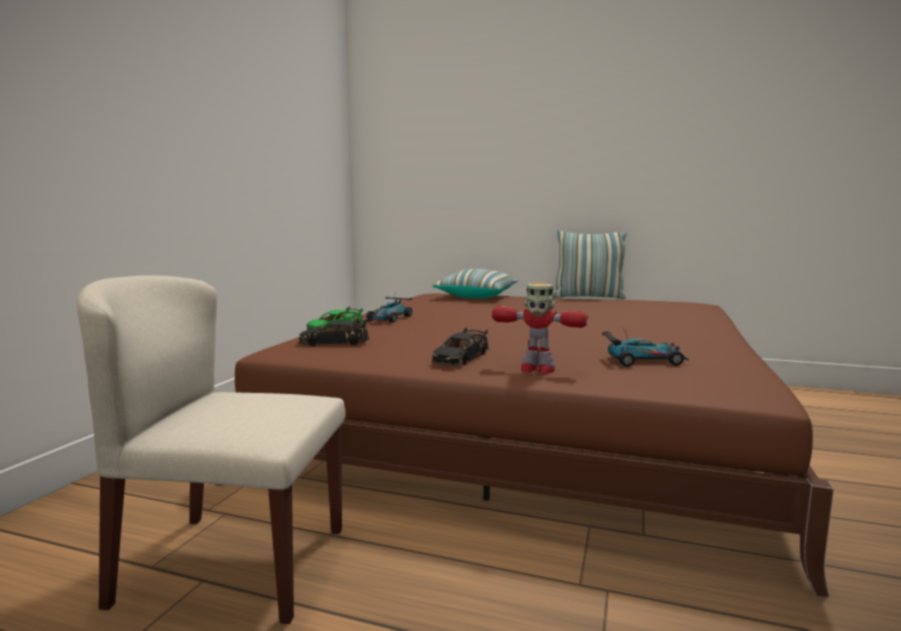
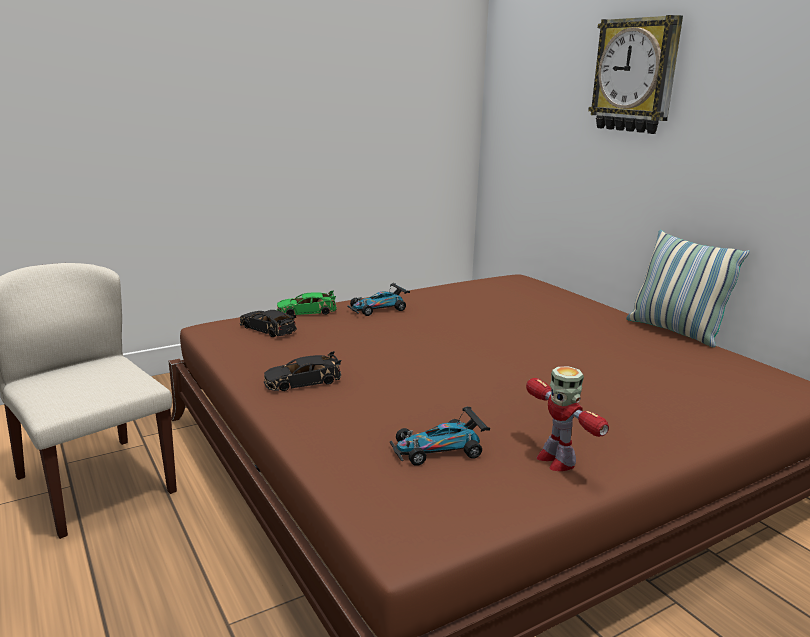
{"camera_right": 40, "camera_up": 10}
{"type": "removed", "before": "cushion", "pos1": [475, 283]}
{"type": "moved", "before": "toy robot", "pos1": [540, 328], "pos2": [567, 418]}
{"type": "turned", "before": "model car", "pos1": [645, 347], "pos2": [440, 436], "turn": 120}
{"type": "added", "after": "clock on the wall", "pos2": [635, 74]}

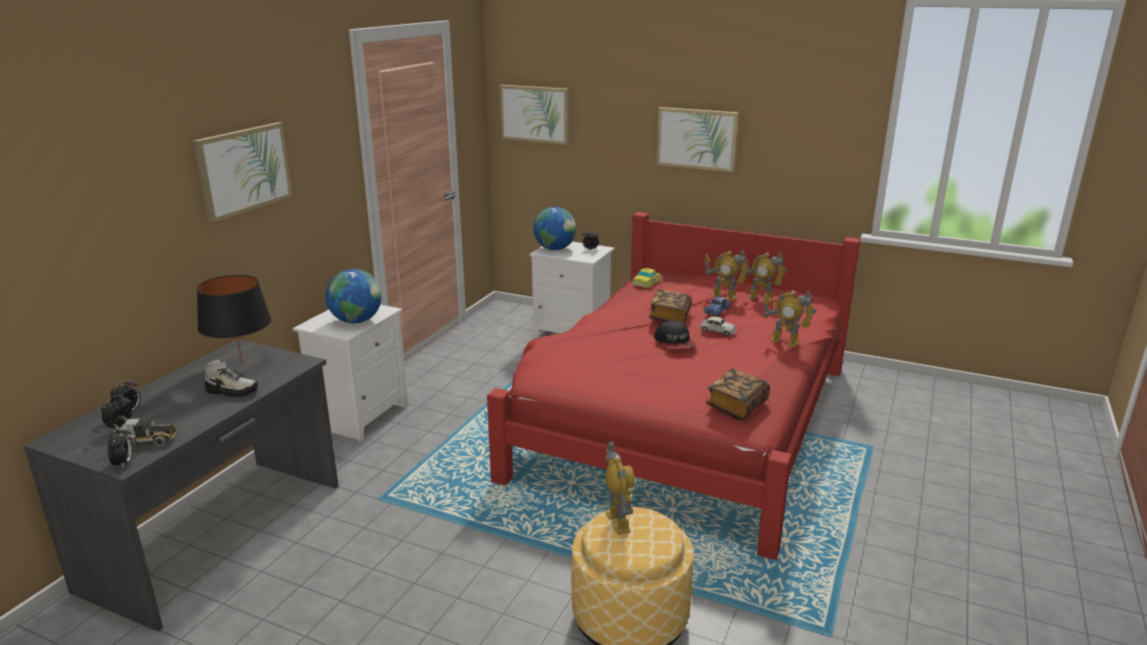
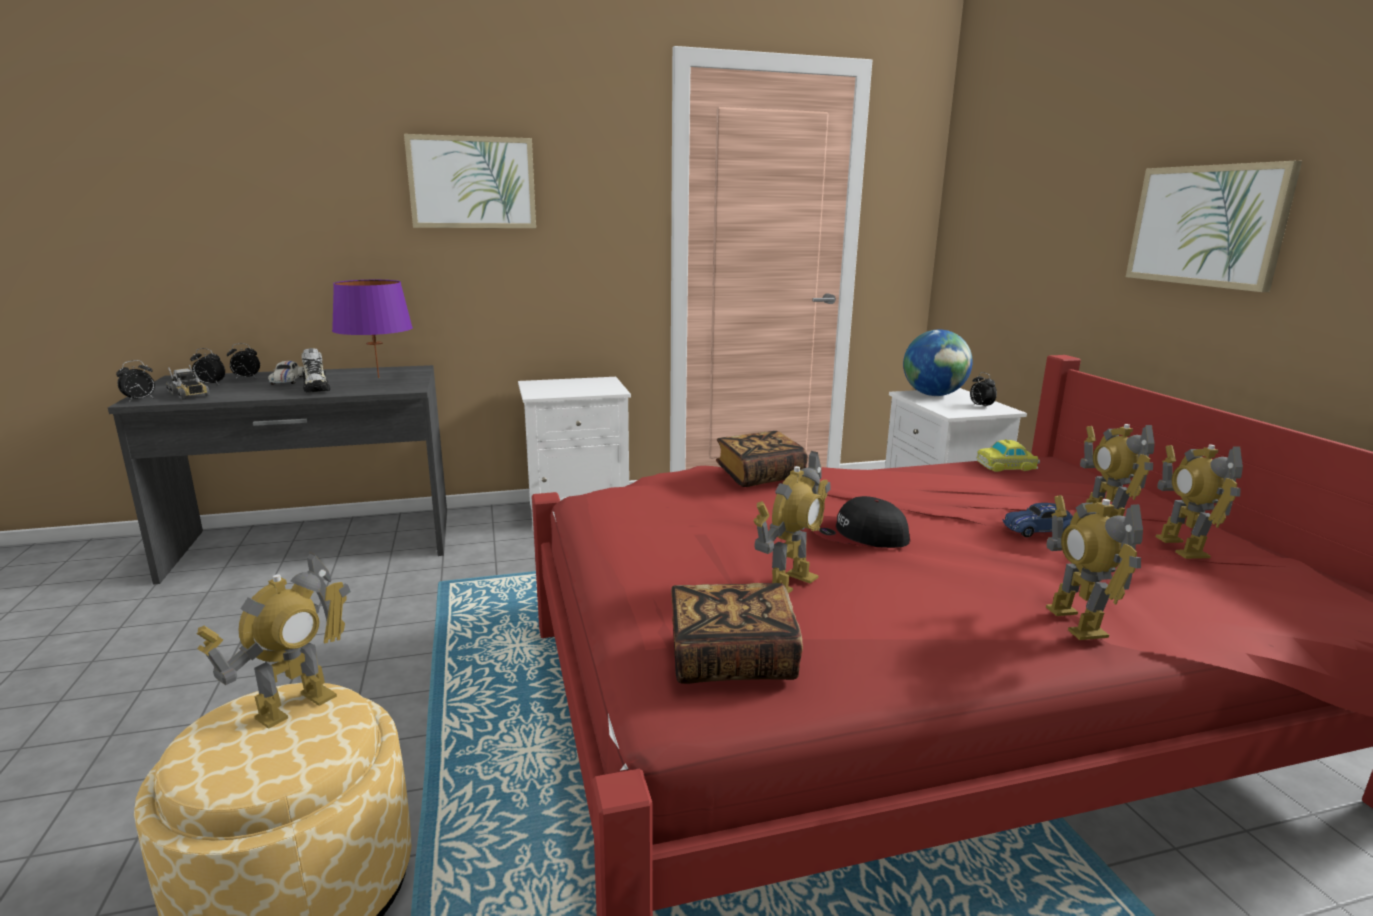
{"camera_right": 50, "camera_up": -5}
{"type": "recoloured", "before": "blackish table lamp", "after": "purplish table lamp", "pos1": [234, 320], "pos2": [372, 329]}
{"type": "removed", "before": "desk globe", "pos1": [354, 296]}
{"type": "removed", "before": "wall picture", "pos1": [534, 115]}
{"type": "moved", "before": "bound book", "pos1": [670, 307], "pos2": [762, 459]}
{"type": "turned", "before": "baseball cap", "pos1": [675, 335], "pos2": [861, 522], "turn": 60}
{"type": "moved", "before": "whitish model car", "pos1": [718, 326], "pos2": [286, 373]}
{"type": "added", "after": "toy robot", "pos2": [792, 522]}

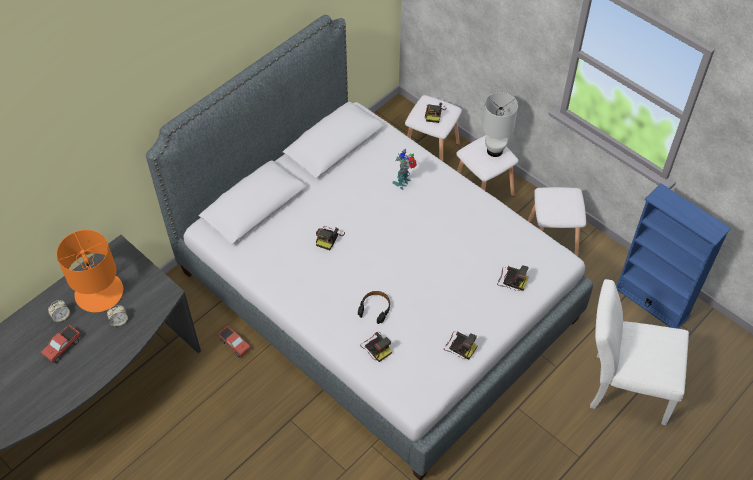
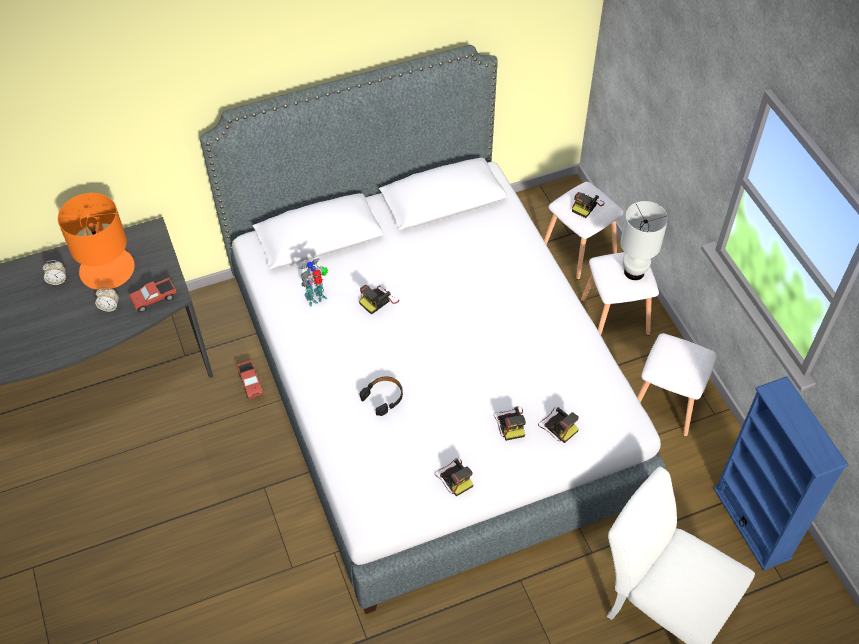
{"camera_right": 25, "camera_up": 0}
{"type": "moved", "before": "toy lorry", "pos1": [61, 344], "pos2": [153, 295]}
{"type": "moved", "before": "still camera", "pos1": [376, 347], "pos2": [510, 423]}
{"type": "moved", "before": "toy robot", "pos1": [405, 169], "pos2": [313, 282]}

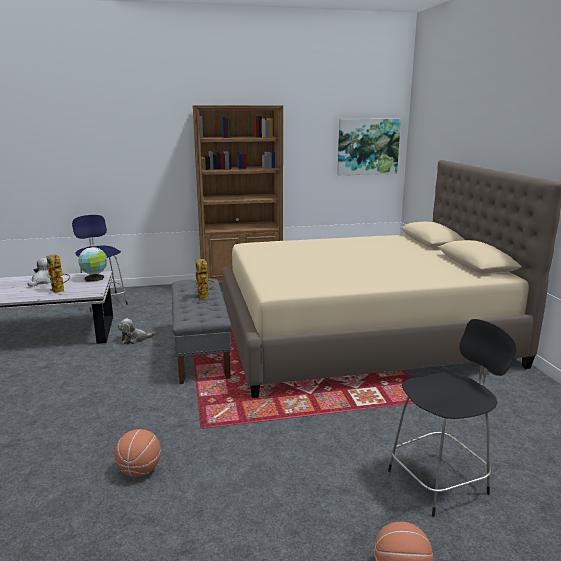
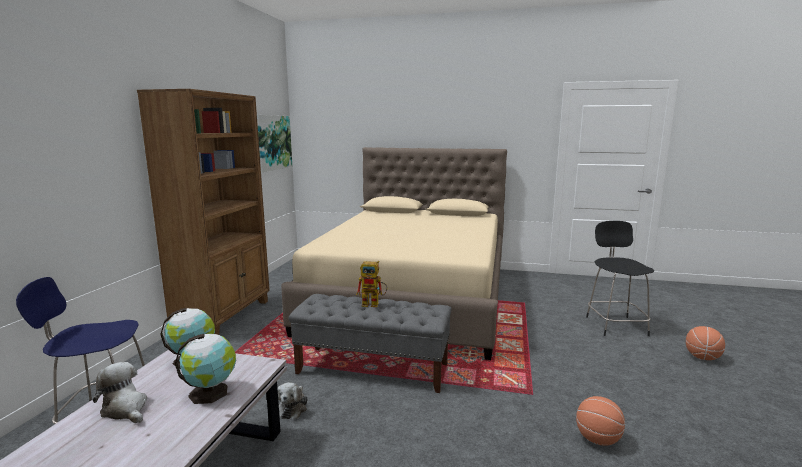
{"camera_right": -65, "camera_up": -5}
{"type": "replaced", "before": "toy robot", "after": "desk globe", "pos1": [58, 273], "pos2": [205, 369]}

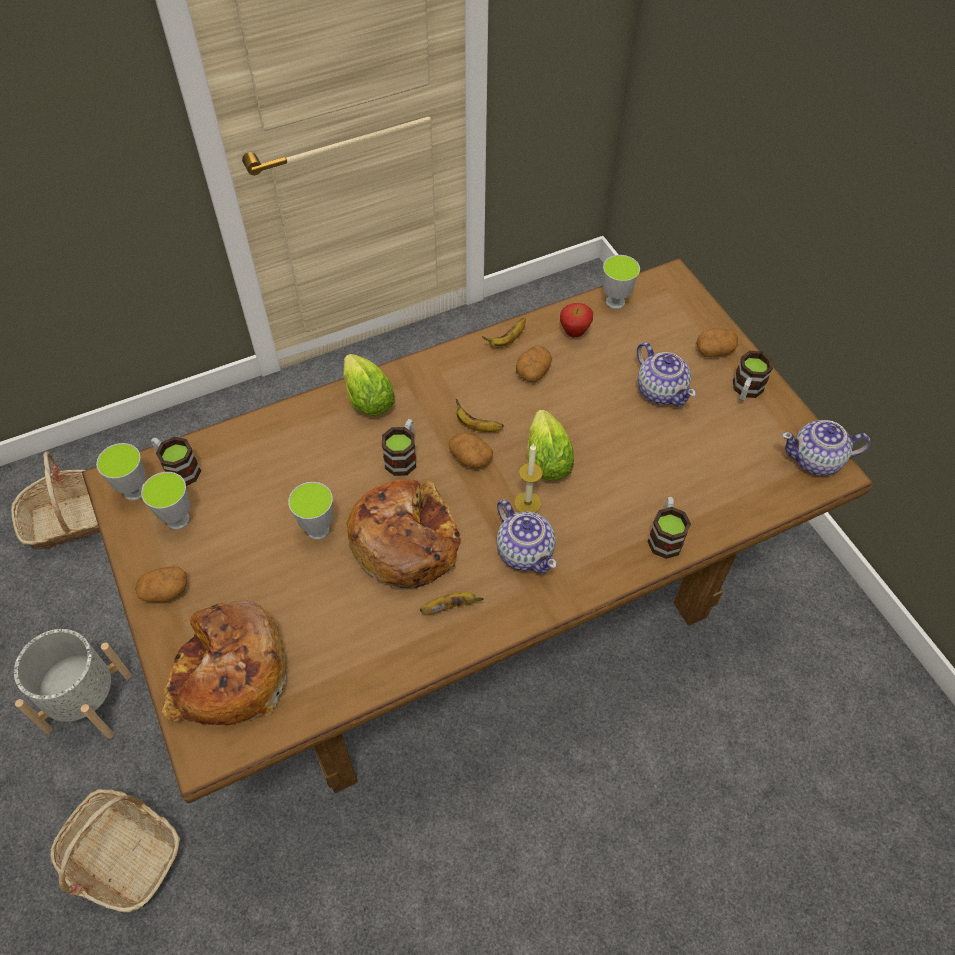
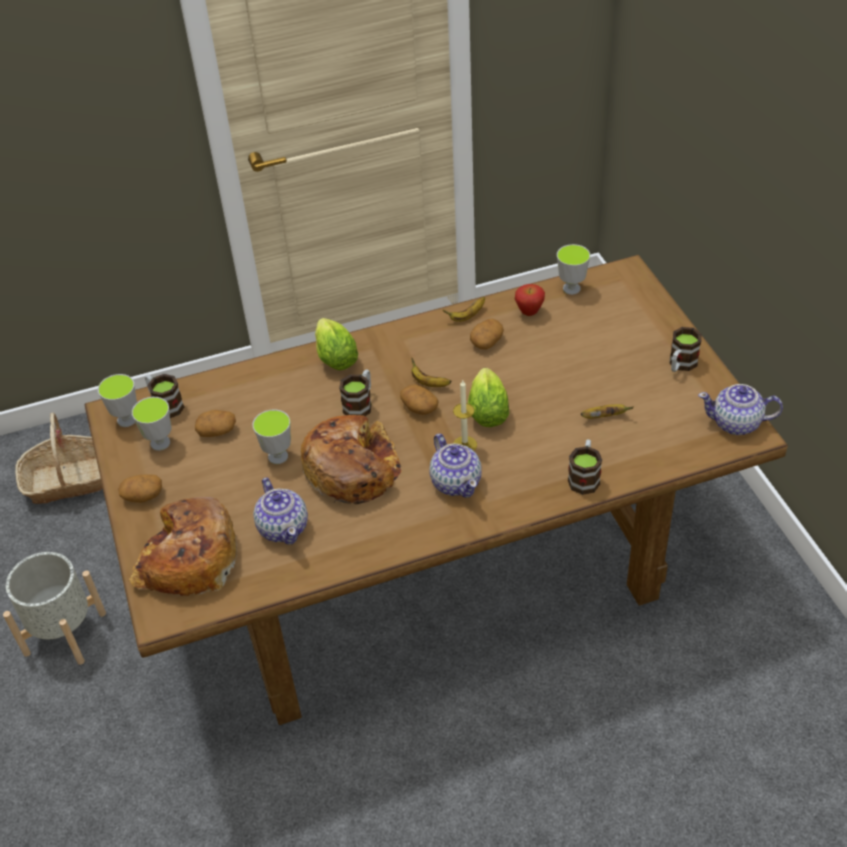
{"camera_right": 10, "camera_up": -10}
{"type": "removed", "before": "household basket", "pos1": [115, 850]}
{"type": "moved", "before": "whole banana", "pos1": [452, 603], "pos2": [607, 411]}
{"type": "moved", "before": "tea pot", "pos1": [666, 374], "pos2": [280, 511]}
{"type": "moved", "before": "potato", "pos1": [717, 342], "pos2": [215, 423]}

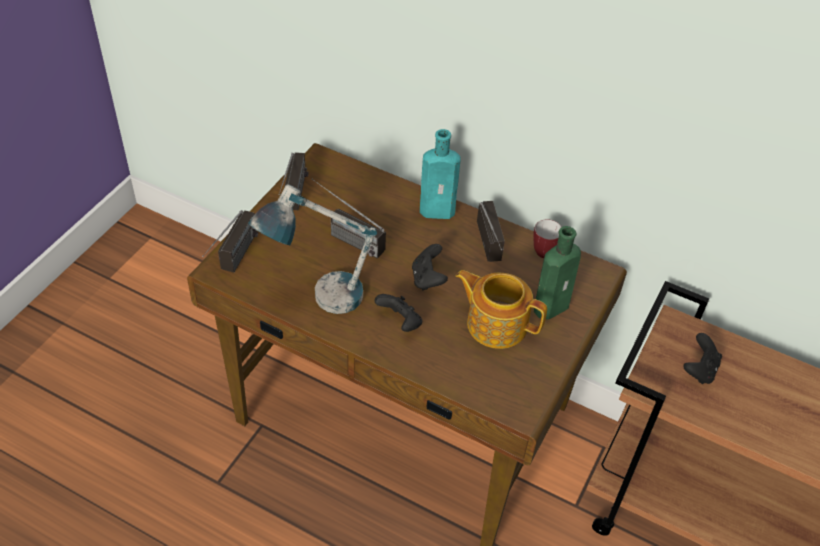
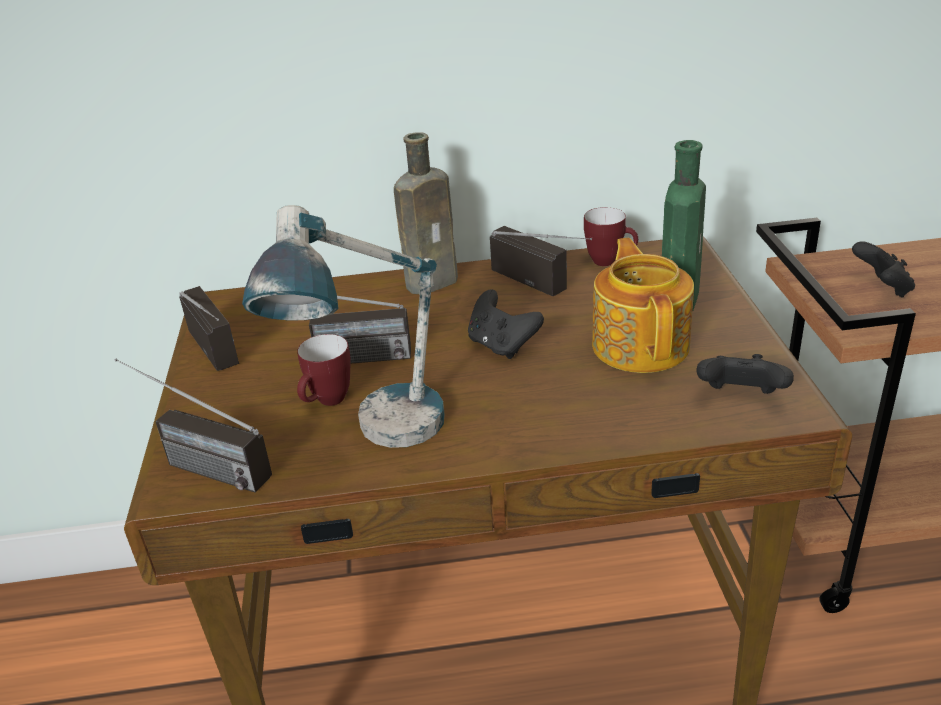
{"camera_right": -30, "camera_up": -15}
{"type": "turned", "before": "radio receiver", "pos1": [230, 241], "pos2": [193, 426], "turn": 135}
{"type": "moved", "before": "blackish gamepad", "pos1": [398, 313], "pos2": [745, 374]}
{"type": "recoloured", "before": "turquoise bottle", "after": "brown bottle", "pos1": [440, 174], "pos2": [426, 213]}
{"type": "turned", "before": "tea pot", "pos1": [501, 309], "pos2": [643, 305], "turn": 90}
{"type": "added", "after": "mug", "pos2": [324, 370]}

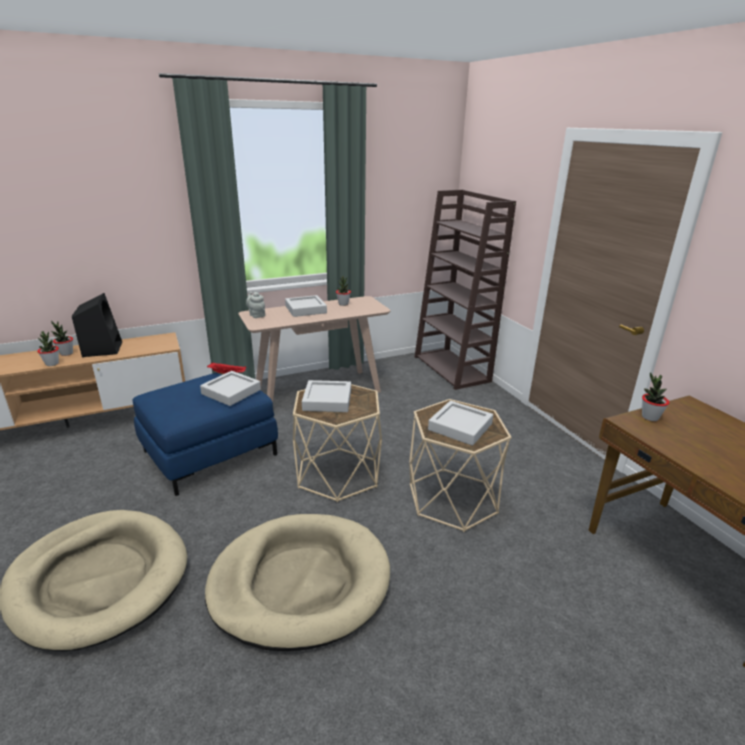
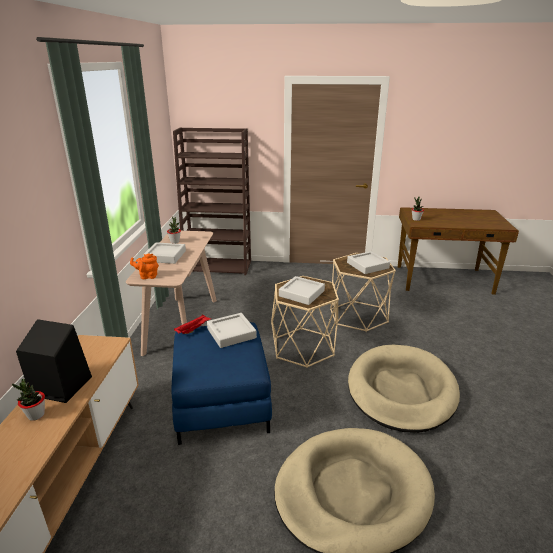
{"camera_right": -60, "camera_up": 0}
{"type": "removed", "before": "plant in a pot", "pos1": [48, 348]}
{"type": "recoloured", "before": "greyish tea pot", "after": "orangey tea pot", "pos1": [255, 305], "pos2": [144, 266]}

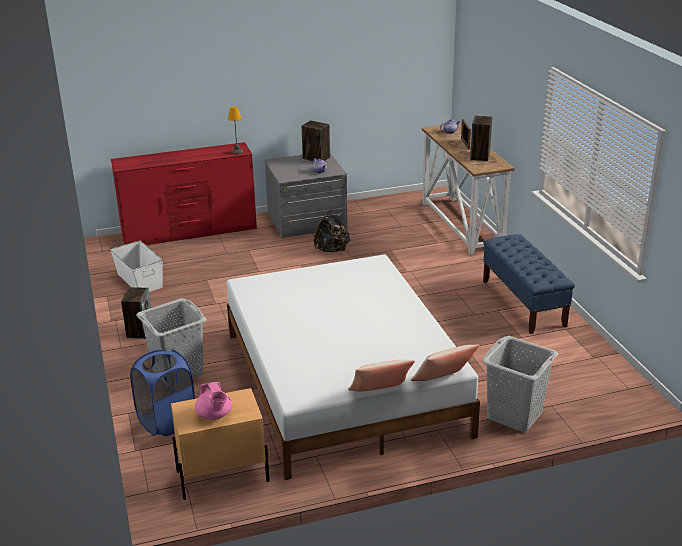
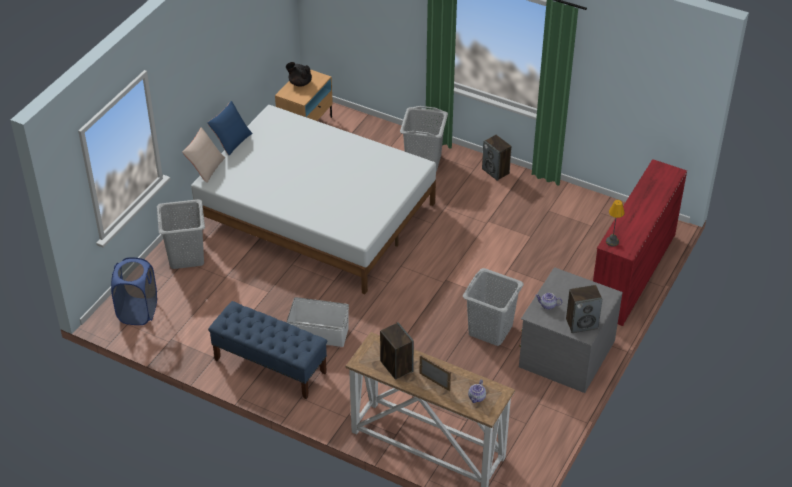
{"camera_right": 135, "camera_up": 15}
{"type": "moved", "before": "whitish storage bin", "pos1": [136, 266], "pos2": [318, 322]}
{"type": "moved", "before": "blue-coloured washing basket", "pos1": [162, 393], "pos2": [134, 291]}
{"type": "recoloured", "before": "pink tea pot", "after": "blackish tea pot", "pos1": [213, 401], "pos2": [299, 74]}
{"type": "replaced", "before": "blackish knapsack", "after": "greyish washing basket", "pos1": [332, 231], "pos2": [493, 307]}
{"type": "recoloured", "before": "beige-coloured cushion", "after": "blue-coloured cushion", "pos1": [381, 375], "pos2": [229, 128]}

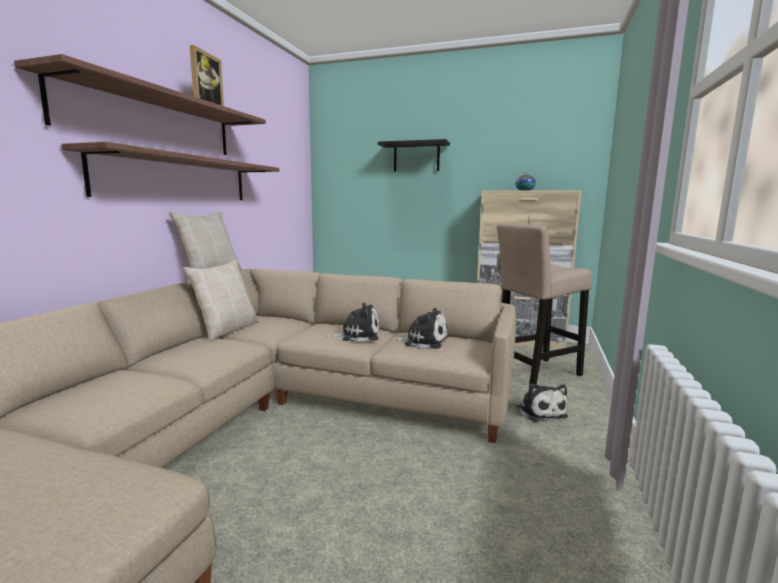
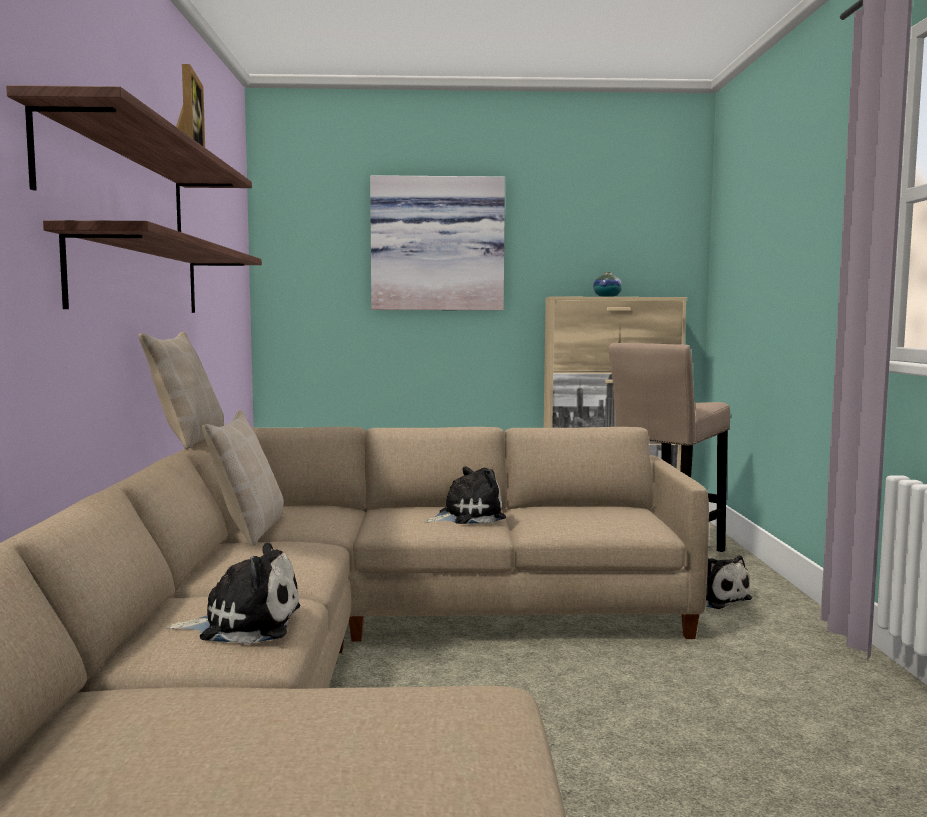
{"camera_right": -20, "camera_up": -5}
{"type": "replaced", "before": "blackish shelf", "after": "wall picture", "pos1": [414, 155], "pos2": [437, 242]}
{"type": "moved", "before": "soft toy", "pos1": [419, 328], "pos2": [233, 593]}

